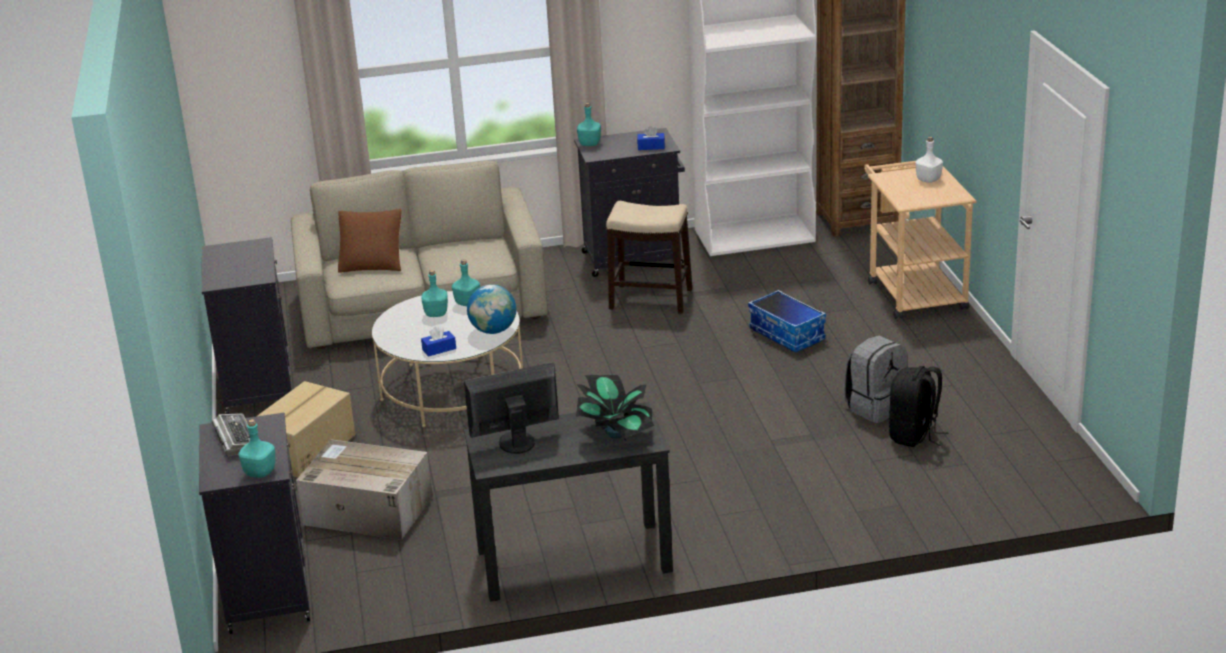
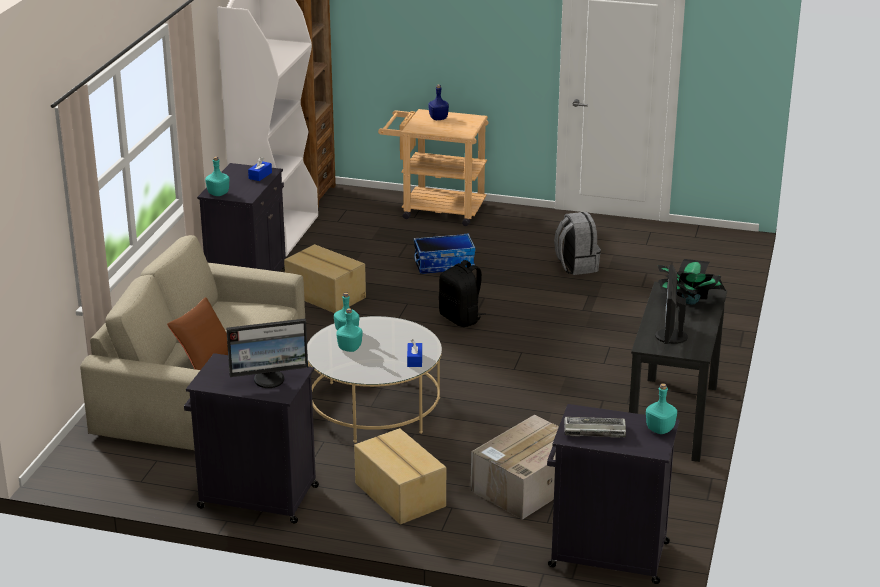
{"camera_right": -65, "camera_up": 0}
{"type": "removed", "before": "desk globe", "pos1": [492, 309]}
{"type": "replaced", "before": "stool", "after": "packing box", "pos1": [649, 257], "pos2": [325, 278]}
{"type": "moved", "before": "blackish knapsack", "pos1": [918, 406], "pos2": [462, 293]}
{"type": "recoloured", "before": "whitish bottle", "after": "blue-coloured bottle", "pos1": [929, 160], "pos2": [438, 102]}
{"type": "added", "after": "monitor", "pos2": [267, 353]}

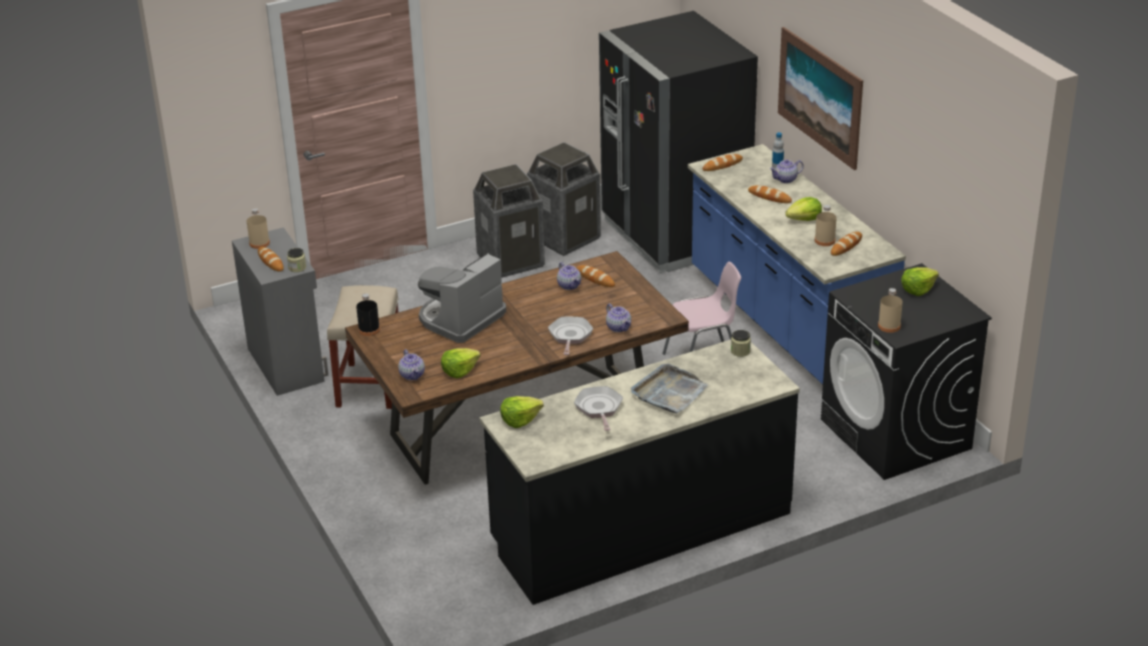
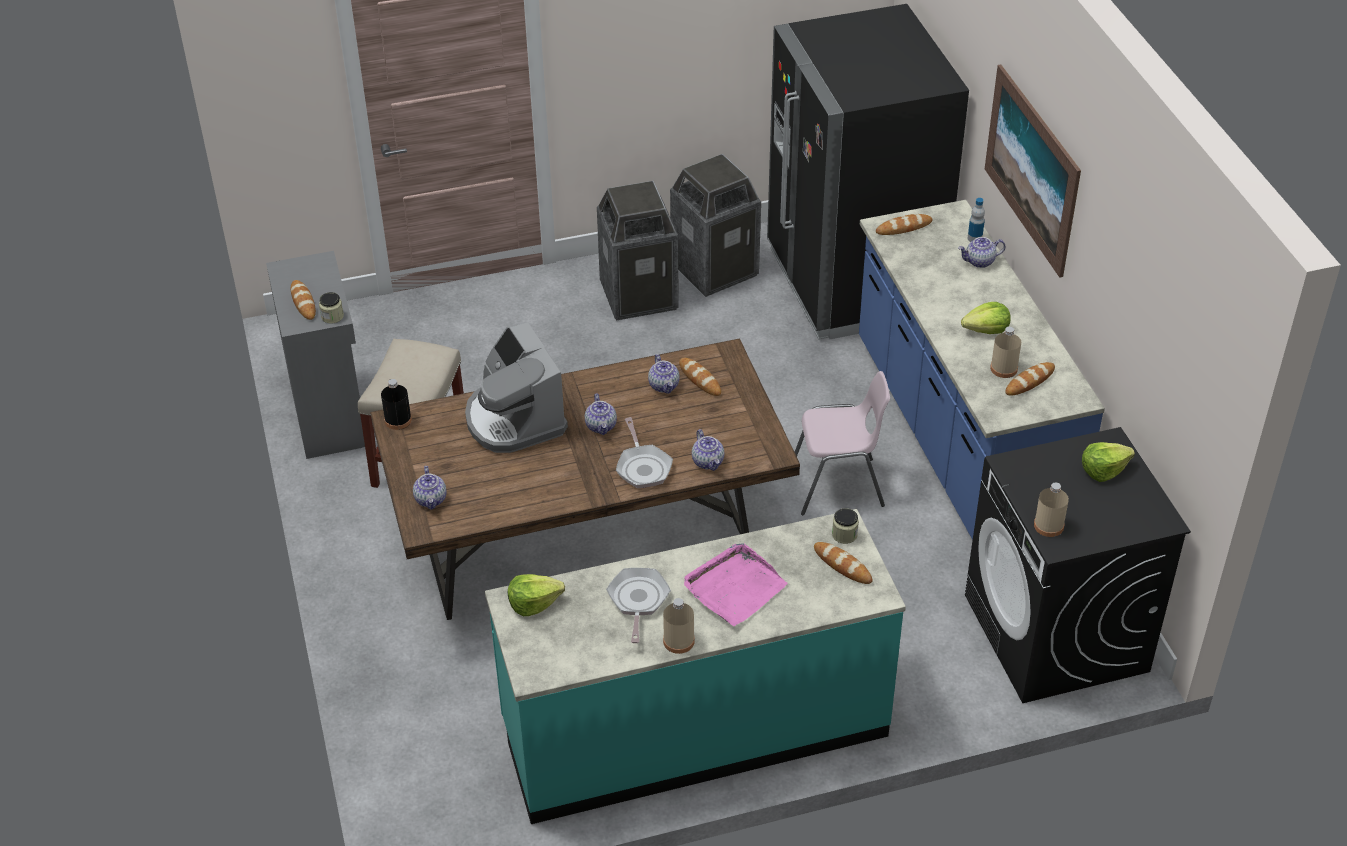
{"camera_right": 10, "camera_up": 10}
{"type": "moved", "before": "beige-coloured bottle", "pos1": [258, 228], "pos2": [679, 626]}
{"type": "turned", "before": "coffee machine", "pos1": [462, 298], "pos2": [516, 387], "turn": -75}
{"type": "removed", "before": "lettuce head", "pos1": [461, 363]}
{"type": "recoloured", "before": "blackish kitchen counter", "after": "turquoise kitchen counter", "pos1": [640, 472], "pos2": [695, 666]}
{"type": "turned", "before": "pan", "pos1": [570, 336], "pos2": [644, 452], "turn": 150}
{"type": "recoloured", "before": "greyish carrying tray", "after": "pink carrying tray", "pos1": [669, 389], "pos2": [736, 584]}
{"type": "moved", "before": "bread", "pos1": [770, 194], "pos2": [843, 563]}
{"type": "added", "after": "tea pot", "pos2": [601, 414]}

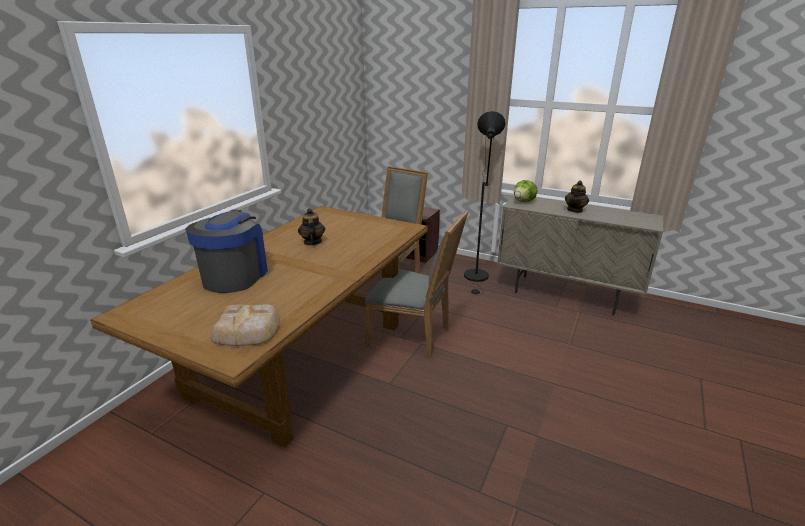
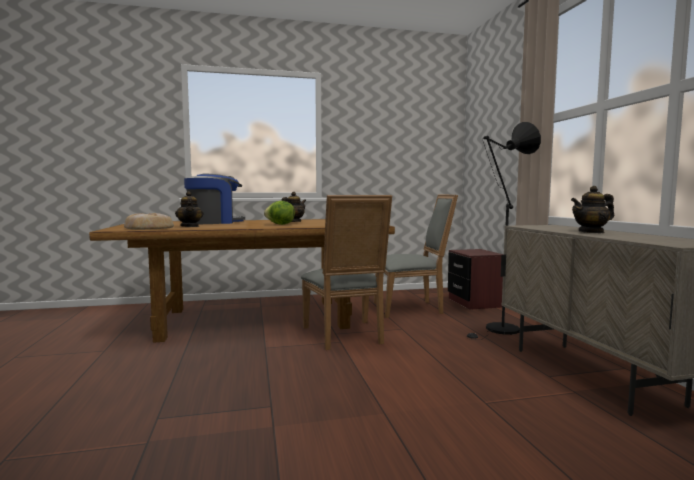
{"camera_right": 50, "camera_up": -20}
{"type": "moved", "before": "lettuce head", "pos1": [525, 191], "pos2": [279, 213]}
{"type": "added", "after": "tea pot", "pos2": [189, 209]}

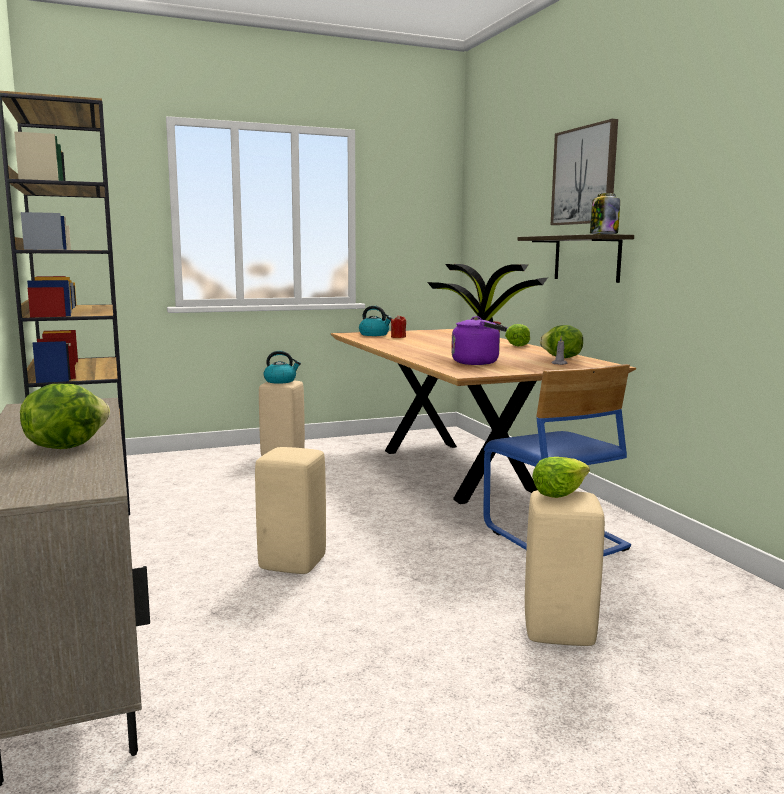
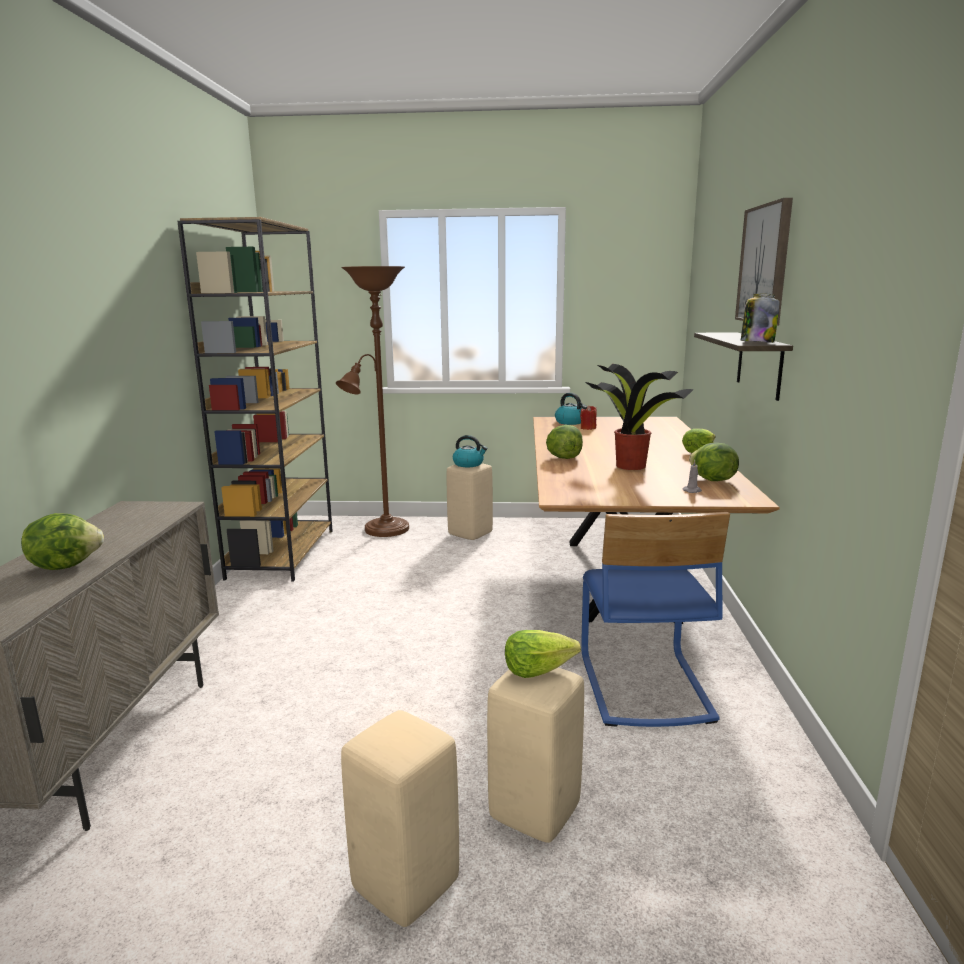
{"camera_right": 25, "camera_up": 5}
{"type": "moved", "before": "beige-coloured stool", "pos1": [290, 510], "pos2": [400, 818]}
{"type": "removed", "before": "purplish tea kettle", "pos1": [479, 340]}
{"type": "added", "after": "brown floor lamp", "pos2": [372, 401]}
{"type": "added", "after": "lettuce head", "pos2": [564, 442]}

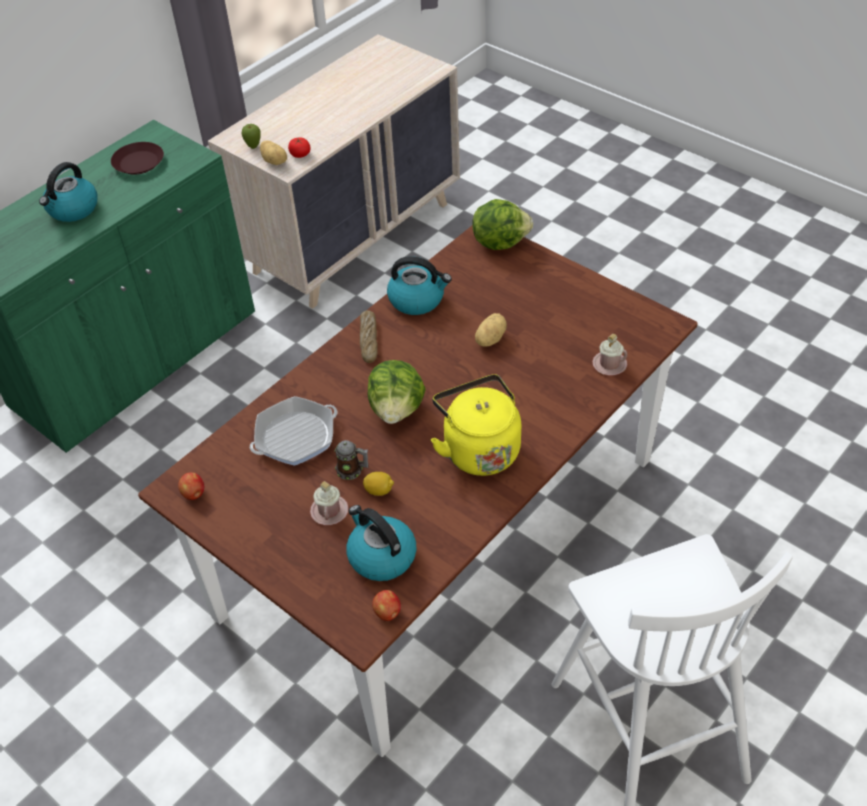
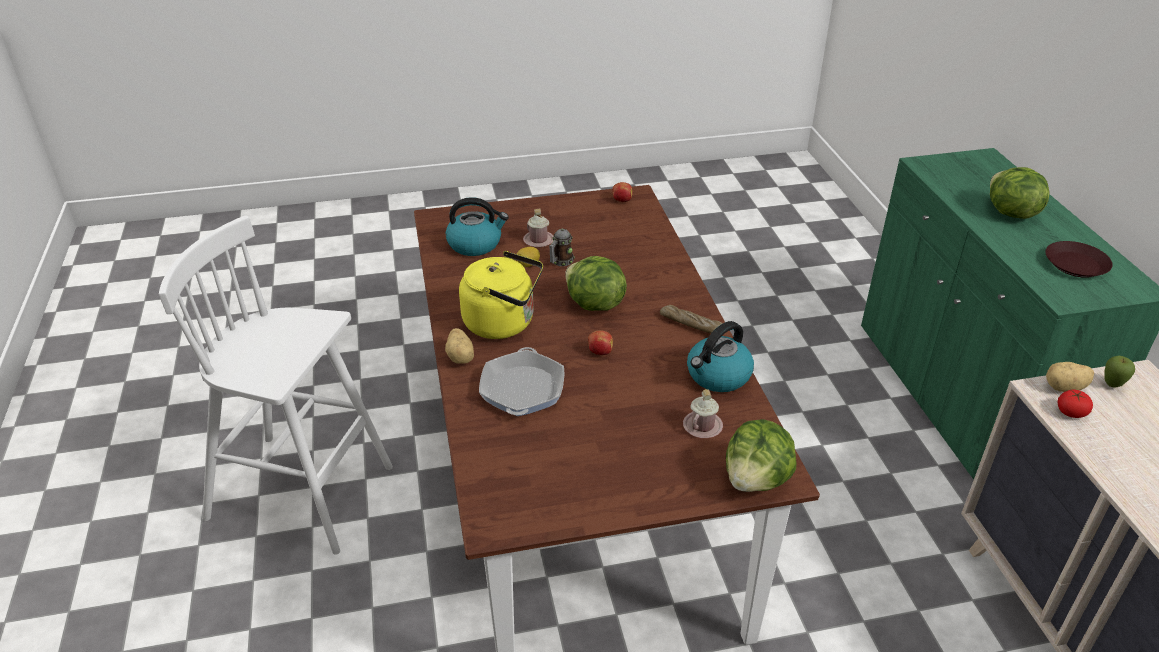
{"camera_right": 125, "camera_up": -10}
{"type": "replaced", "before": "tea kettle", "after": "lettuce head", "pos1": [68, 192], "pos2": [1019, 193]}
{"type": "moved", "before": "pan", "pos1": [293, 431], "pos2": [522, 381]}
{"type": "moved", "before": "apple", "pos1": [386, 605], "pos2": [600, 342]}
{"type": "moved", "before": "potato", "pos1": [491, 330], "pos2": [459, 346]}
{"type": "moved", "before": "pink mug", "pos1": [609, 354], "pos2": [703, 413]}

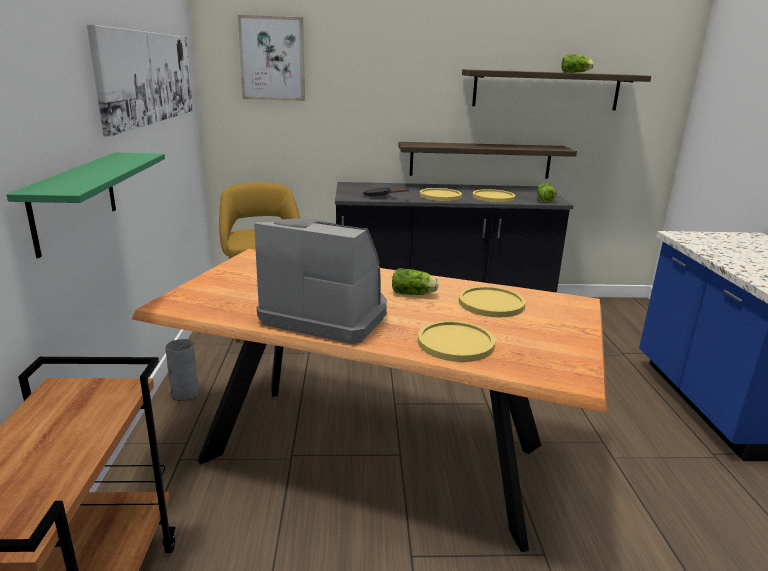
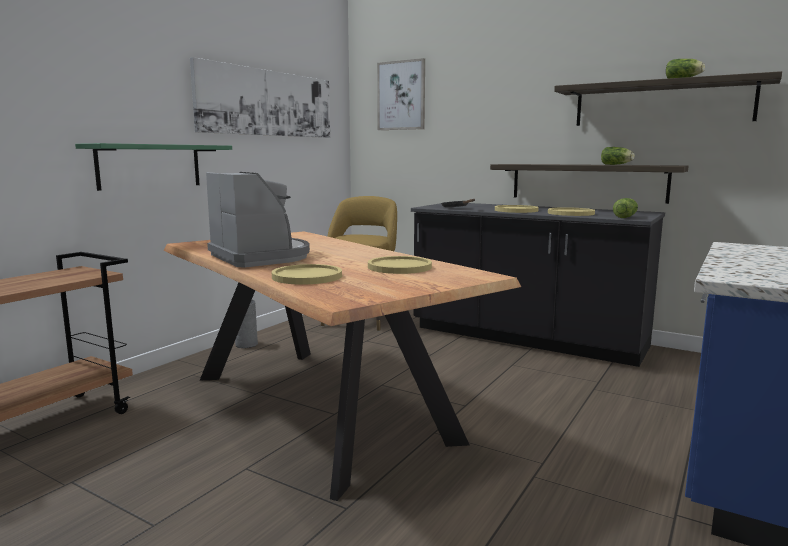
{"camera_right": 35, "camera_up": -10}
{"type": "moved", "before": "lettuce head", "pos1": [415, 281], "pos2": [618, 156]}

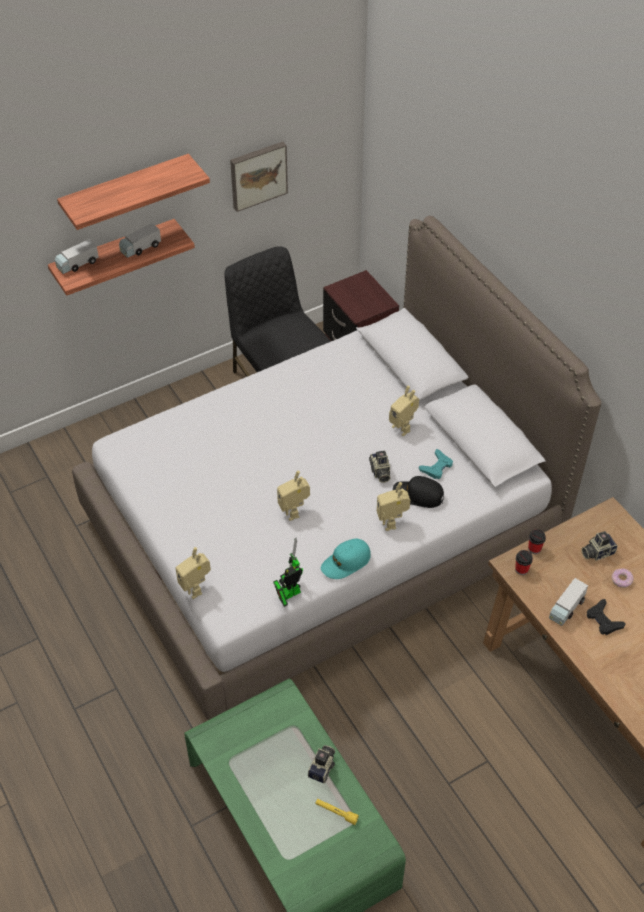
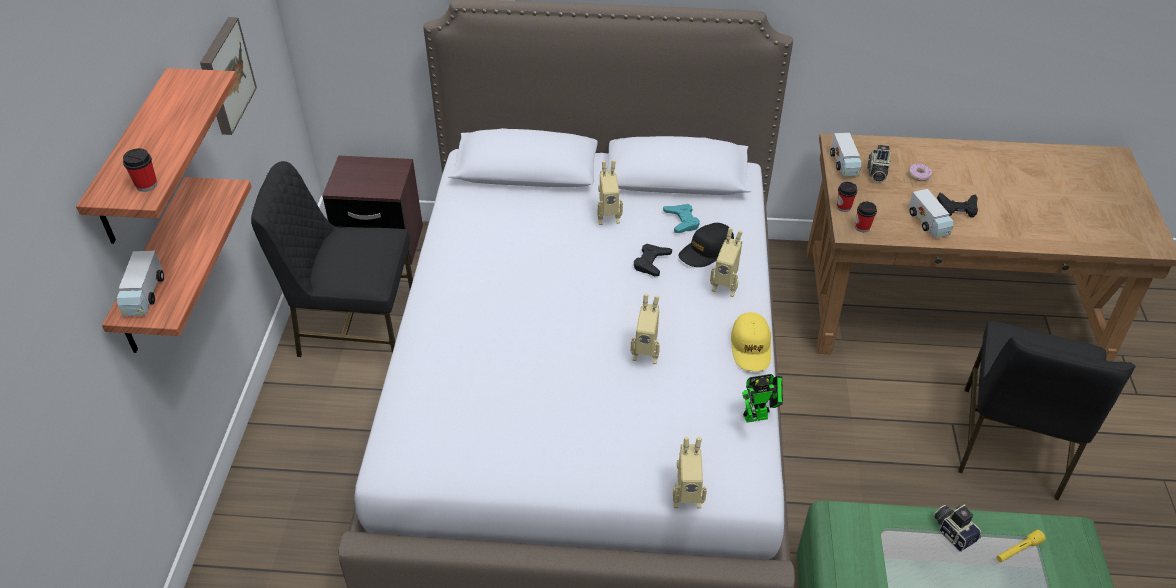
{"camera_right": -55, "camera_up": -5}
{"type": "moved", "before": "toy lorry", "pos1": [140, 240], "pos2": [845, 155]}
{"type": "turned", "before": "toy robot", "pos1": [288, 572], "pos2": [762, 398], "turn": -105}
{"type": "recoloured", "before": "turquoise baseball cap", "after": "yellow baseball cap", "pos1": [346, 559], "pos2": [751, 341]}
{"type": "replaced", "before": "still camera", "after": "blackish gamepad", "pos1": [379, 467], "pos2": [653, 260]}
{"type": "added", "after": "cup", "pos2": [140, 170]}
{"type": "added", "after": "blackish upright chair", "pos2": [1047, 411]}

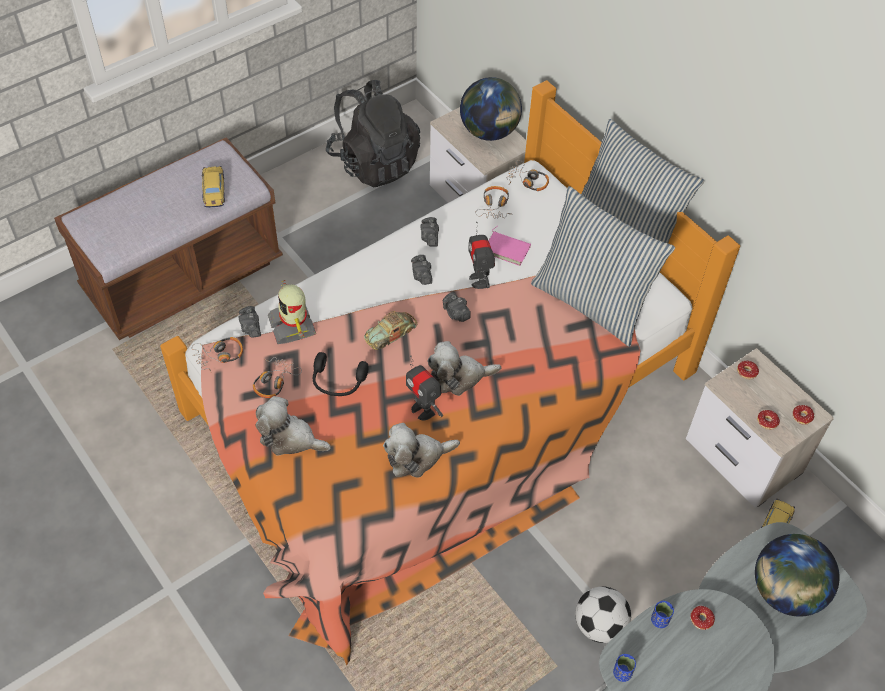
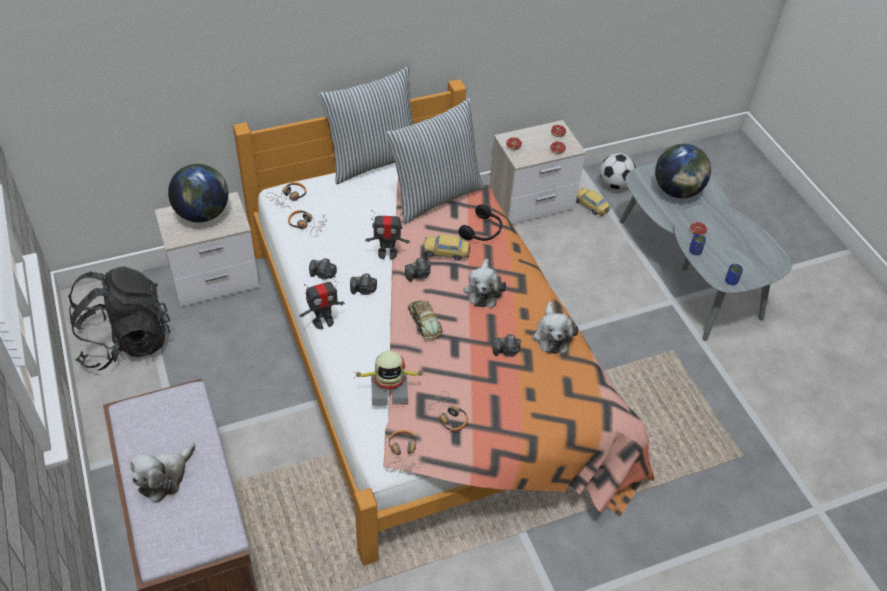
{"camera_right": -75, "camera_up": -5}
{"type": "moved", "before": "model car", "pos1": [213, 187], "pos2": [446, 247]}
{"type": "moved", "before": "still camera", "pos1": [250, 322], "pos2": [507, 345]}
{"type": "moved", "before": "soft toy", "pos1": [293, 426], "pos2": [163, 473]}
{"type": "moved", "before": "blackish headphones", "pos1": [341, 374], "pos2": [480, 222]}
{"type": "moved", "before": "toy robot", "pos1": [424, 388], "pos2": [322, 302]}
{"type": "removed", "before": "pink bound book", "pos1": [510, 245]}
{"type": "moved", "before": "football", "pos1": [603, 614], "pos2": [618, 171]}

